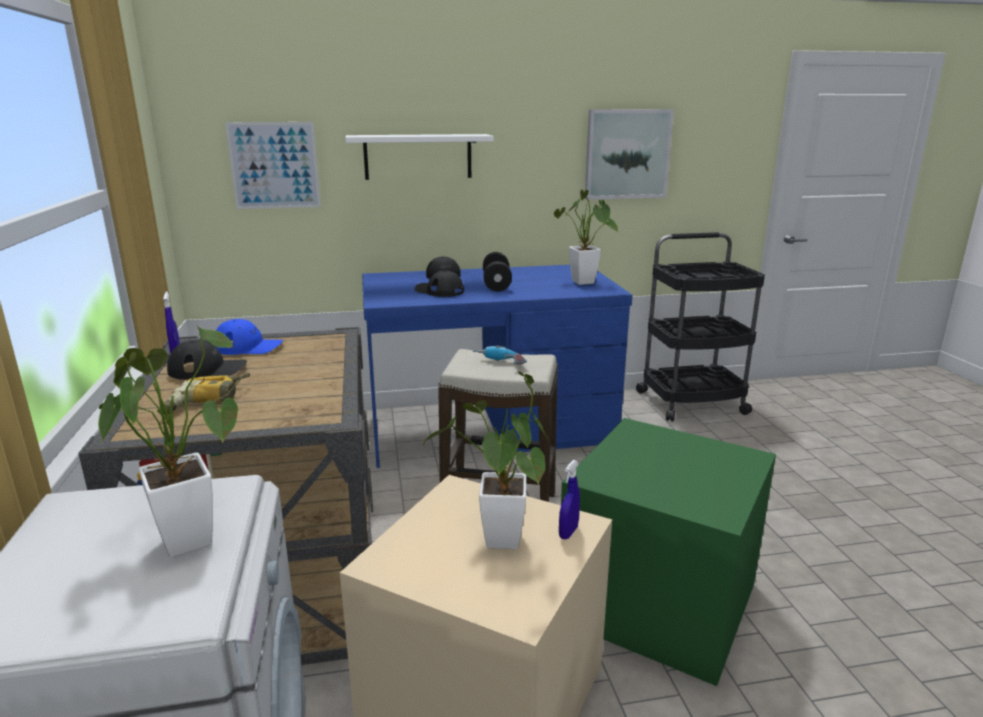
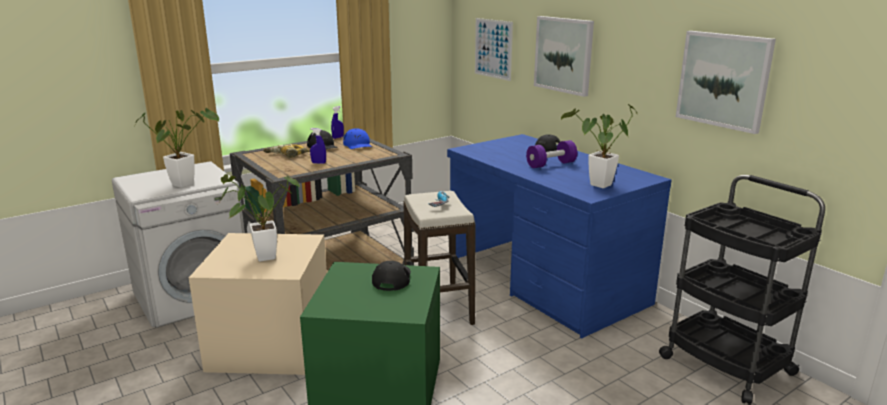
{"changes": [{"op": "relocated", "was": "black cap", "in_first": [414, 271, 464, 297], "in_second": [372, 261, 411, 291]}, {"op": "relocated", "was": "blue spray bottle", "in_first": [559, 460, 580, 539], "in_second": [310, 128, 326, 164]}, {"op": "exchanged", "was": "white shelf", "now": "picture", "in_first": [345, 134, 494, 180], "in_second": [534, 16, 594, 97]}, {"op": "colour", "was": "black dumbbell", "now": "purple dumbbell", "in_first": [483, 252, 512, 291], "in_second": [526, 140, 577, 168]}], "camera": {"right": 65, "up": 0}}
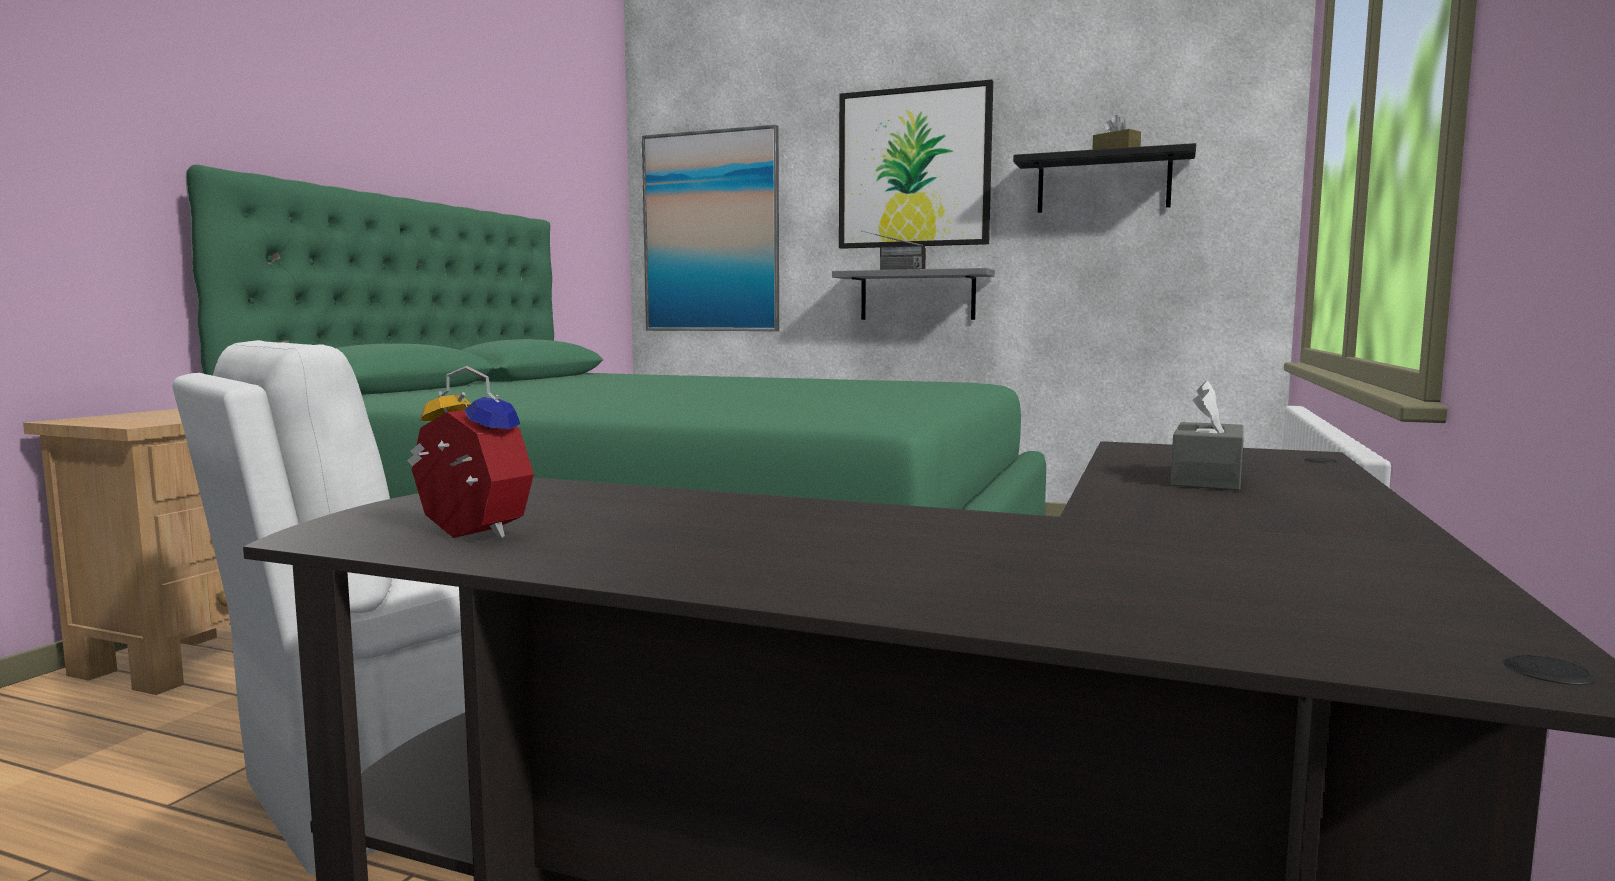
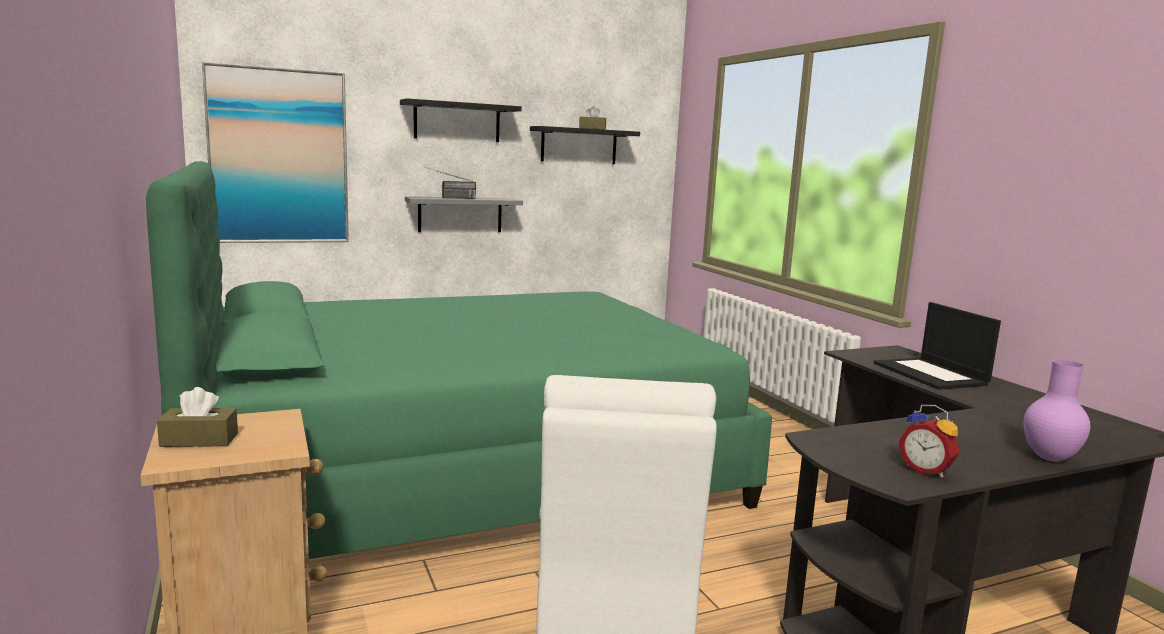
{"changes": [{"op": "appeared", "now": "brown tissue box", "in_second": [157, 387, 238, 447]}, {"op": "appeared", "now": "purple vase", "in_second": [1023, 360, 1091, 462]}, {"op": "exchanged", "was": "picture", "now": "black shelf", "in_first": [839, 79, 993, 249], "in_second": [400, 98, 522, 142]}, {"op": "exchanged", "was": "grey tissue box", "now": "laptop", "in_first": [1170, 380, 1244, 490], "in_second": [874, 302, 1001, 390]}, {"op": "spun", "was": "alarm clock", "in_first": [407, 366, 534, 539], "in_second": [898, 405, 960, 478], "clockwise": -120}], "camera": {"right": -45, "up": 5}}
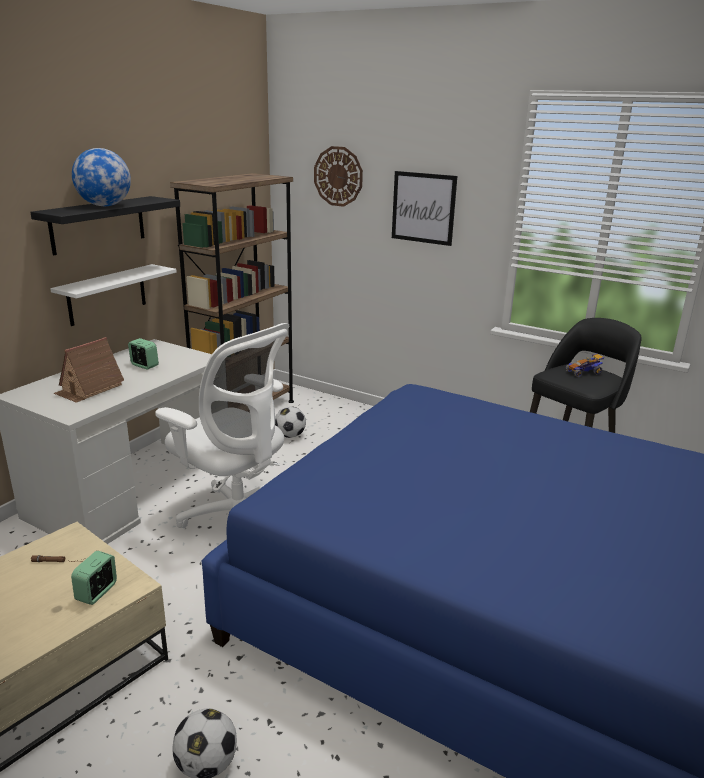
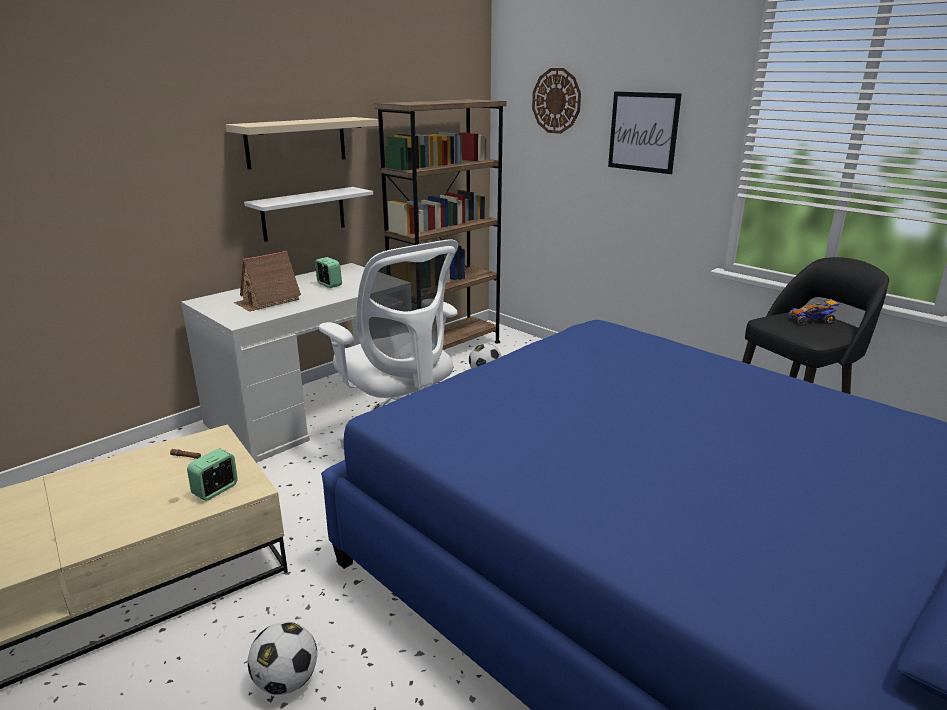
{"changes": [{"op": "missing", "was": "globe", "in_first": [72, 148, 131, 206]}, {"op": "colour", "was": "black shelf", "now": "beige shelf", "in_first": [30, 196, 180, 255], "in_second": [226, 117, 379, 170]}], "camera": {"right": 15, "up": 0}}
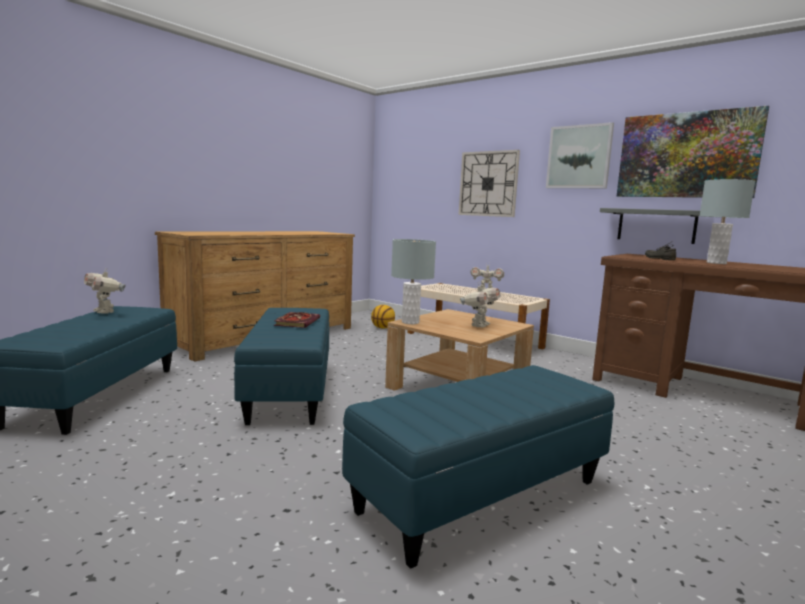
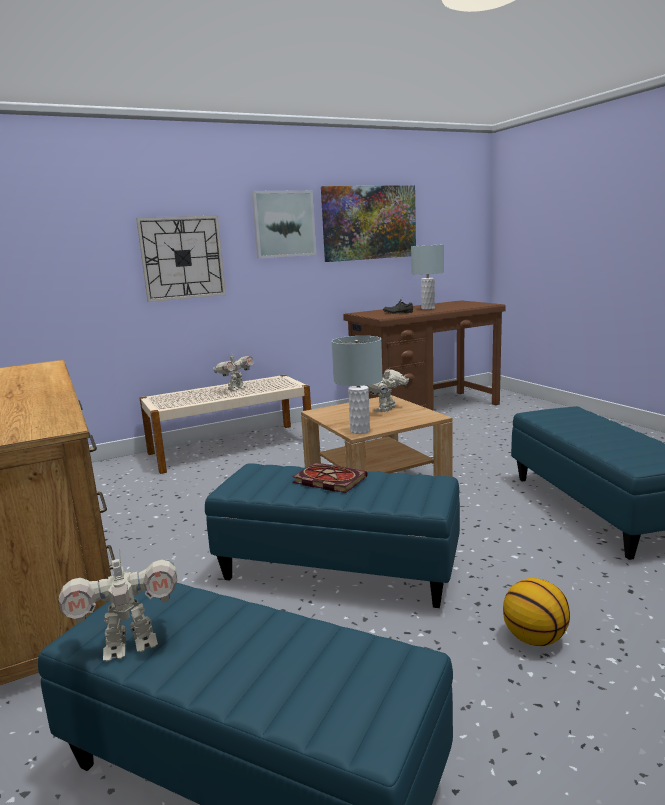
{"changes": [{"op": "missing", "was": "grey shelf", "in_first": [600, 208, 700, 244]}, {"op": "relocated", "was": "basketball", "in_first": [371, 305, 395, 329], "in_second": [503, 578, 570, 646]}, {"op": "spun", "was": "toy robot", "in_first": [460, 283, 500, 327], "in_second": [364, 367, 409, 412], "clockwise": -105}], "camera": {"right": -65, "up": 5}}
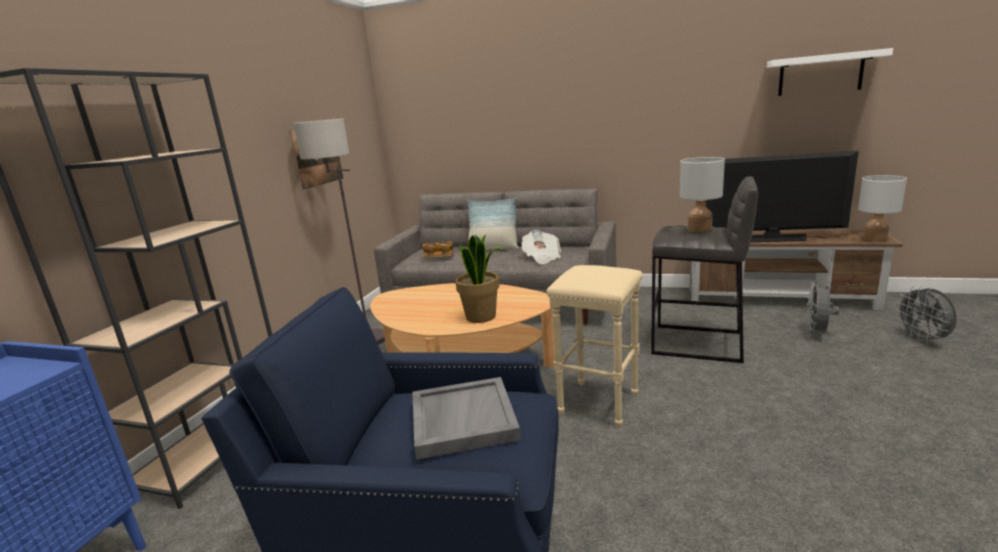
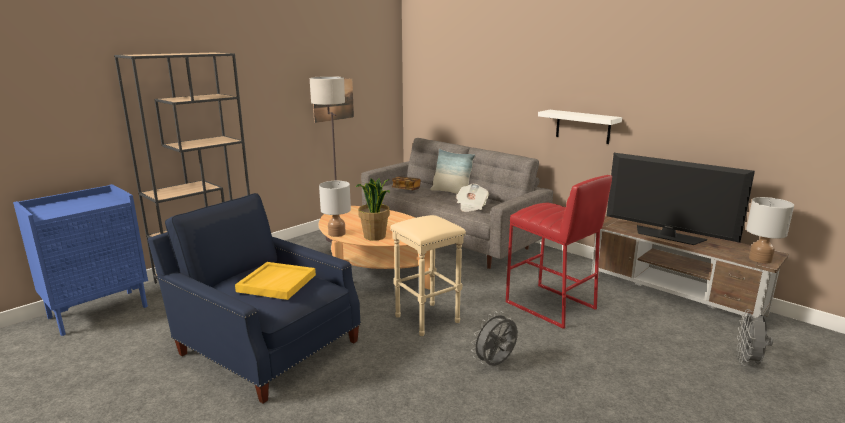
{"changes": [{"op": "relocated", "was": "grey table lamp", "in_first": [680, 157, 725, 232], "in_second": [319, 181, 351, 237]}, {"op": "relocated", "was": "white shelf", "in_first": [767, 48, 893, 96], "in_second": [538, 110, 622, 144]}, {"op": "relocated", "was": "grey fan", "in_first": [806, 282, 839, 336], "in_second": [471, 311, 518, 366]}, {"op": "colour", "was": "grey tray", "now": "yellow tray", "in_first": [412, 377, 521, 460], "in_second": [235, 262, 316, 300]}, {"op": "colour", "was": "grey stool", "now": "red stool", "in_first": [651, 176, 758, 363], "in_second": [506, 175, 612, 329]}], "camera": {"right": 25, "up": 0}}
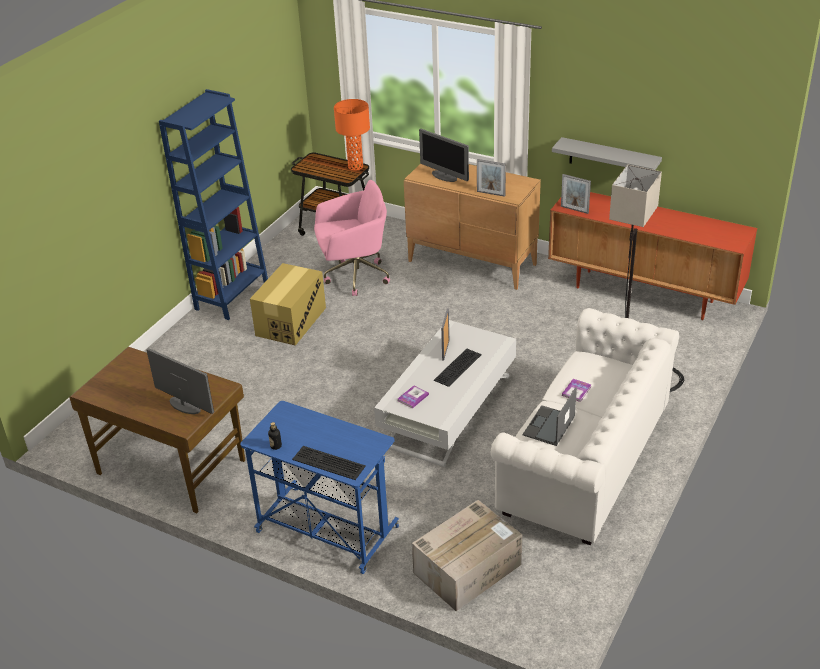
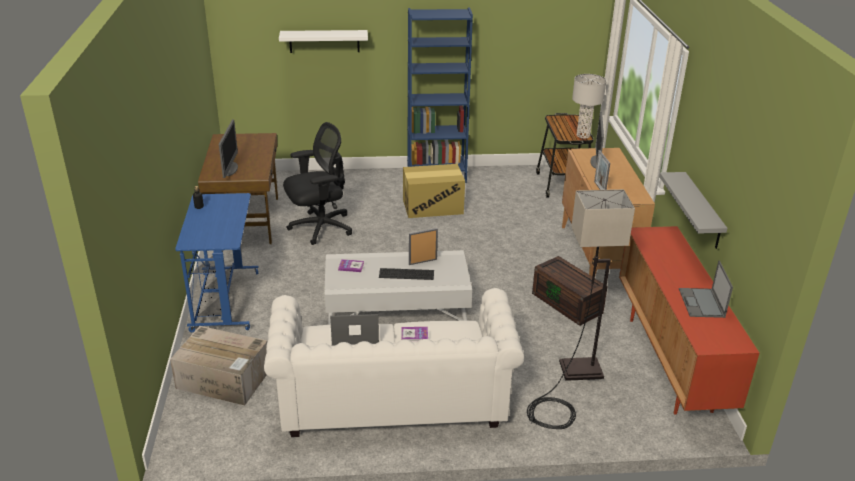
{"changes": [{"op": "missing", "was": "keyboard", "in_first": [292, 446, 366, 480]}, {"op": "missing", "was": "pink office chair", "in_first": [314, 180, 390, 296]}, {"op": "missing", "was": "picture frame", "in_first": [561, 174, 591, 214]}, {"op": "appeared", "now": "white shelf", "in_second": [279, 30, 368, 53]}, {"op": "appeared", "now": "black office chair", "in_second": [283, 122, 352, 245]}, {"op": "appeared", "now": "brown storage box", "in_second": [532, 256, 608, 326]}, {"op": "appeared", "now": "laptop", "in_second": [679, 260, 733, 318]}, {"op": "colour", "was": "orange table lamp", "now": "white table lamp", "in_first": [334, 99, 370, 171], "in_second": [572, 74, 606, 138]}], "camera": {"right": 55, "up": -5}}
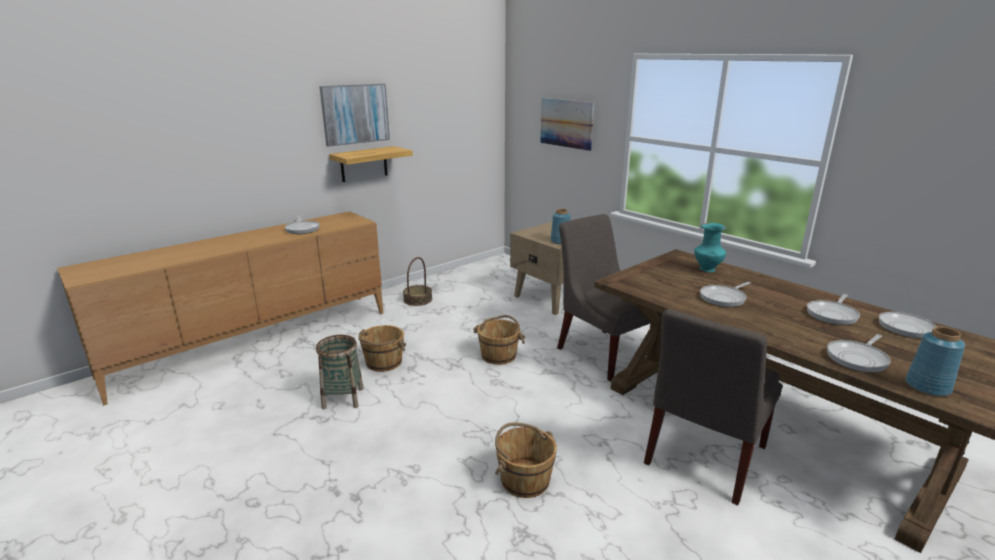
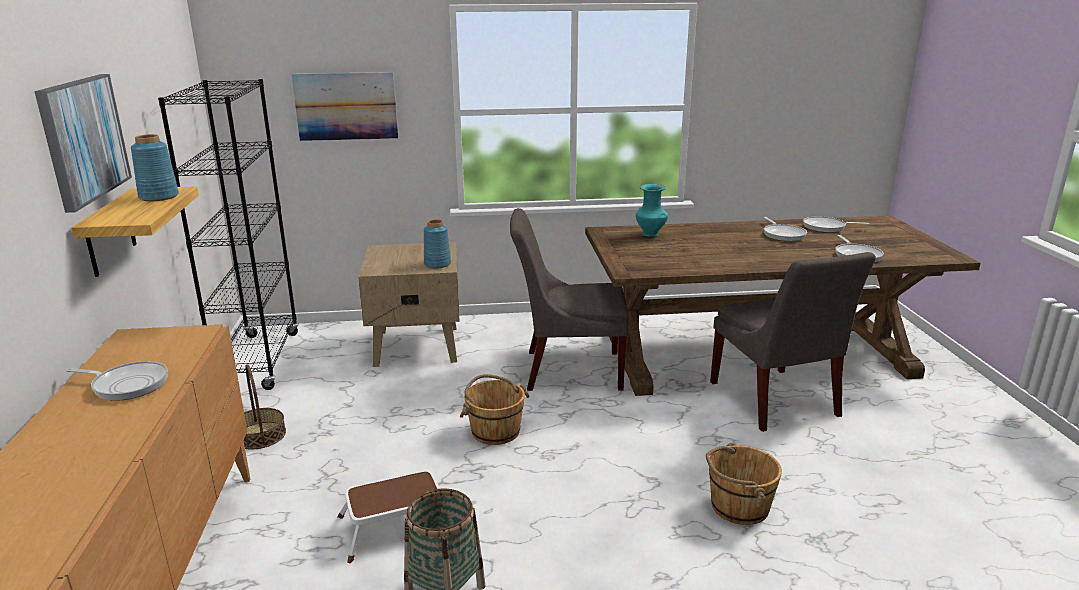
{"changes": [{"op": "missing", "was": "frying pan", "in_first": [700, 282, 751, 307]}, {"op": "appeared", "now": "black bookcase", "in_second": [158, 79, 299, 390]}, {"op": "relocated", "was": "blue vase", "in_first": [905, 326, 965, 396], "in_second": [131, 134, 179, 201]}, {"op": "exchanged", "was": "brown bucket", "now": "brown step ladder", "in_first": [358, 325, 406, 372], "in_second": [338, 470, 440, 563]}], "camera": {"right": -55, "up": 0}}
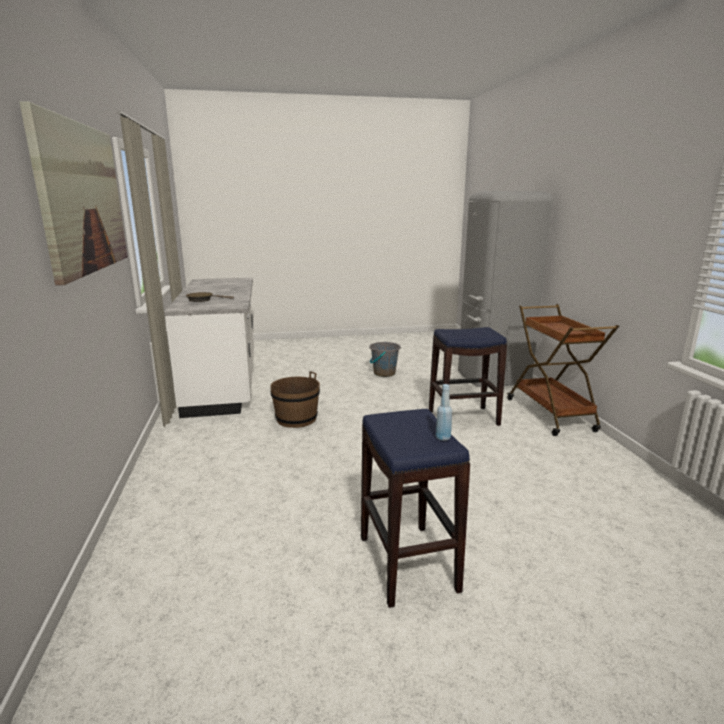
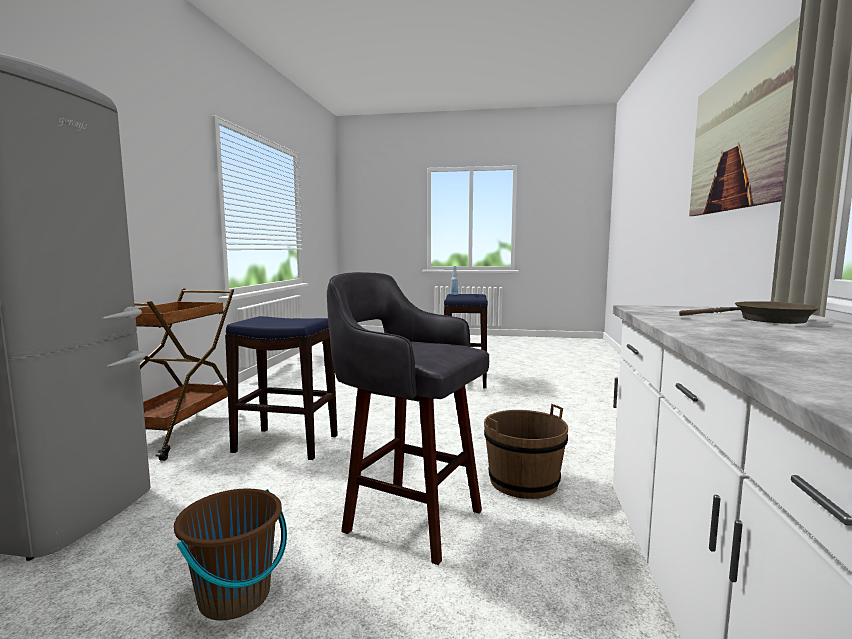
{"changes": [{"op": "appeared", "now": "grey stool", "in_second": [327, 272, 489, 565]}, {"op": "colour", "was": "grey bucket", "now": "brown bucket", "in_first": [369, 342, 401, 377], "in_second": [174, 489, 287, 620]}], "camera": {"right": -160, "up": -10}}
